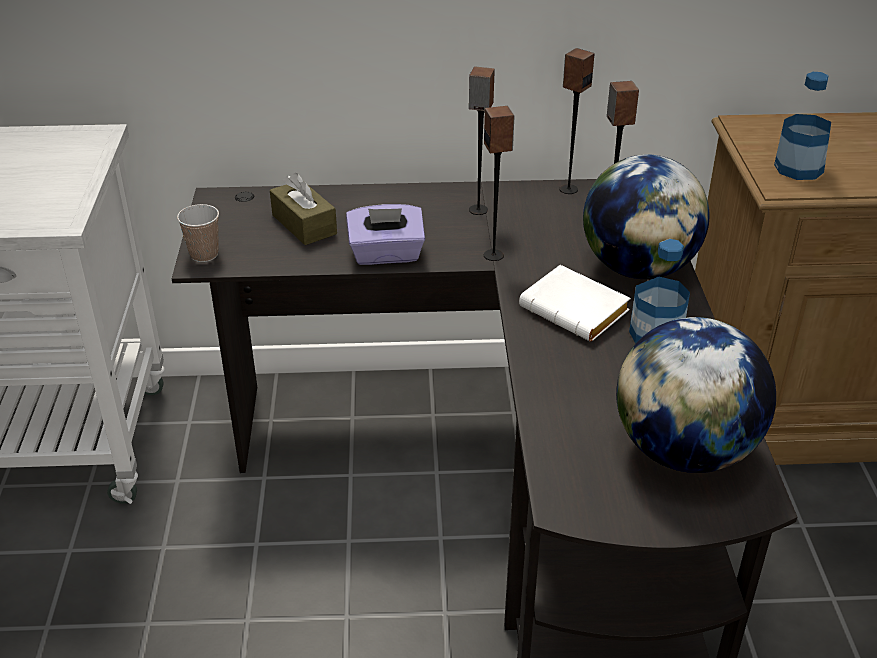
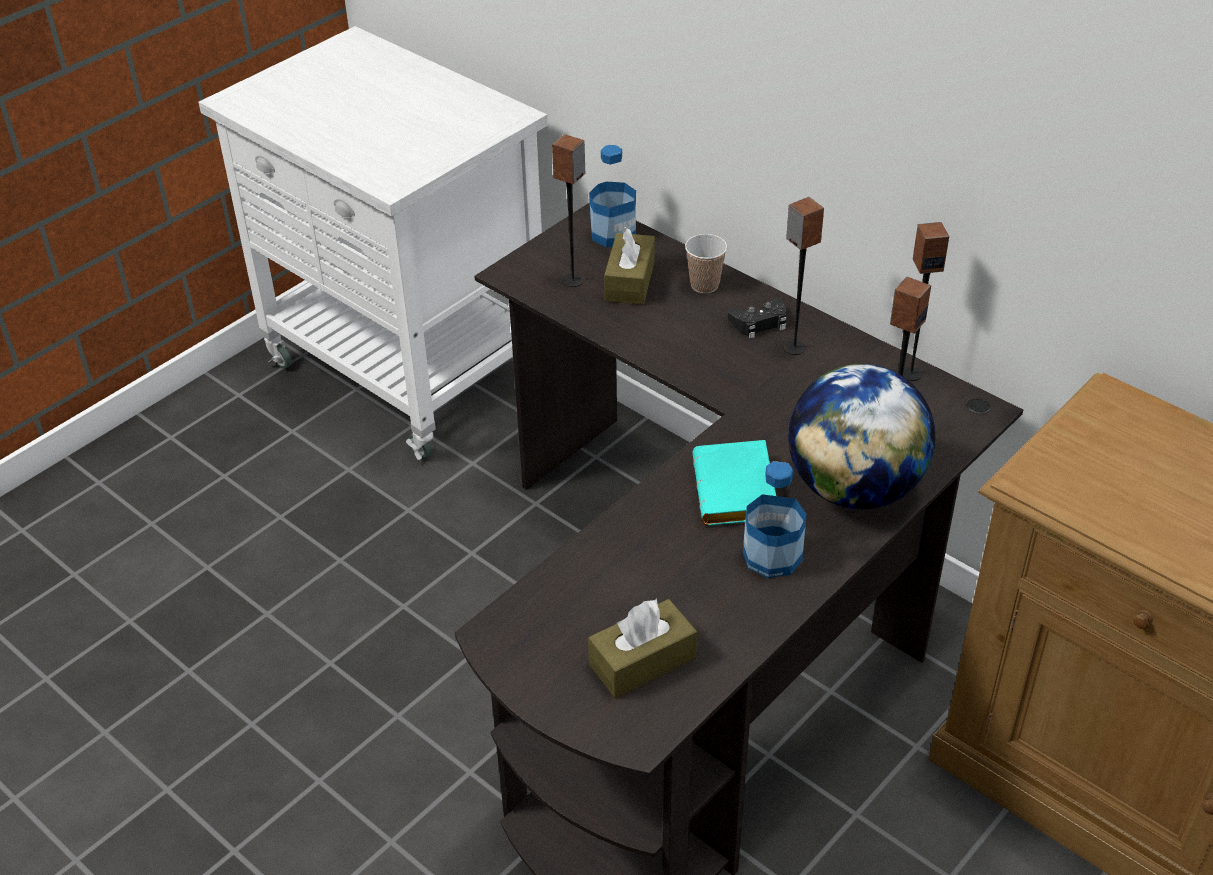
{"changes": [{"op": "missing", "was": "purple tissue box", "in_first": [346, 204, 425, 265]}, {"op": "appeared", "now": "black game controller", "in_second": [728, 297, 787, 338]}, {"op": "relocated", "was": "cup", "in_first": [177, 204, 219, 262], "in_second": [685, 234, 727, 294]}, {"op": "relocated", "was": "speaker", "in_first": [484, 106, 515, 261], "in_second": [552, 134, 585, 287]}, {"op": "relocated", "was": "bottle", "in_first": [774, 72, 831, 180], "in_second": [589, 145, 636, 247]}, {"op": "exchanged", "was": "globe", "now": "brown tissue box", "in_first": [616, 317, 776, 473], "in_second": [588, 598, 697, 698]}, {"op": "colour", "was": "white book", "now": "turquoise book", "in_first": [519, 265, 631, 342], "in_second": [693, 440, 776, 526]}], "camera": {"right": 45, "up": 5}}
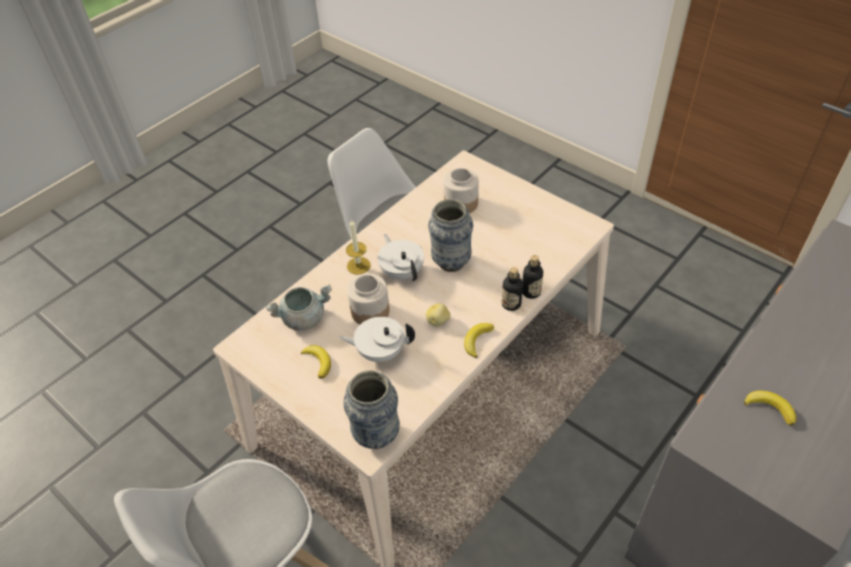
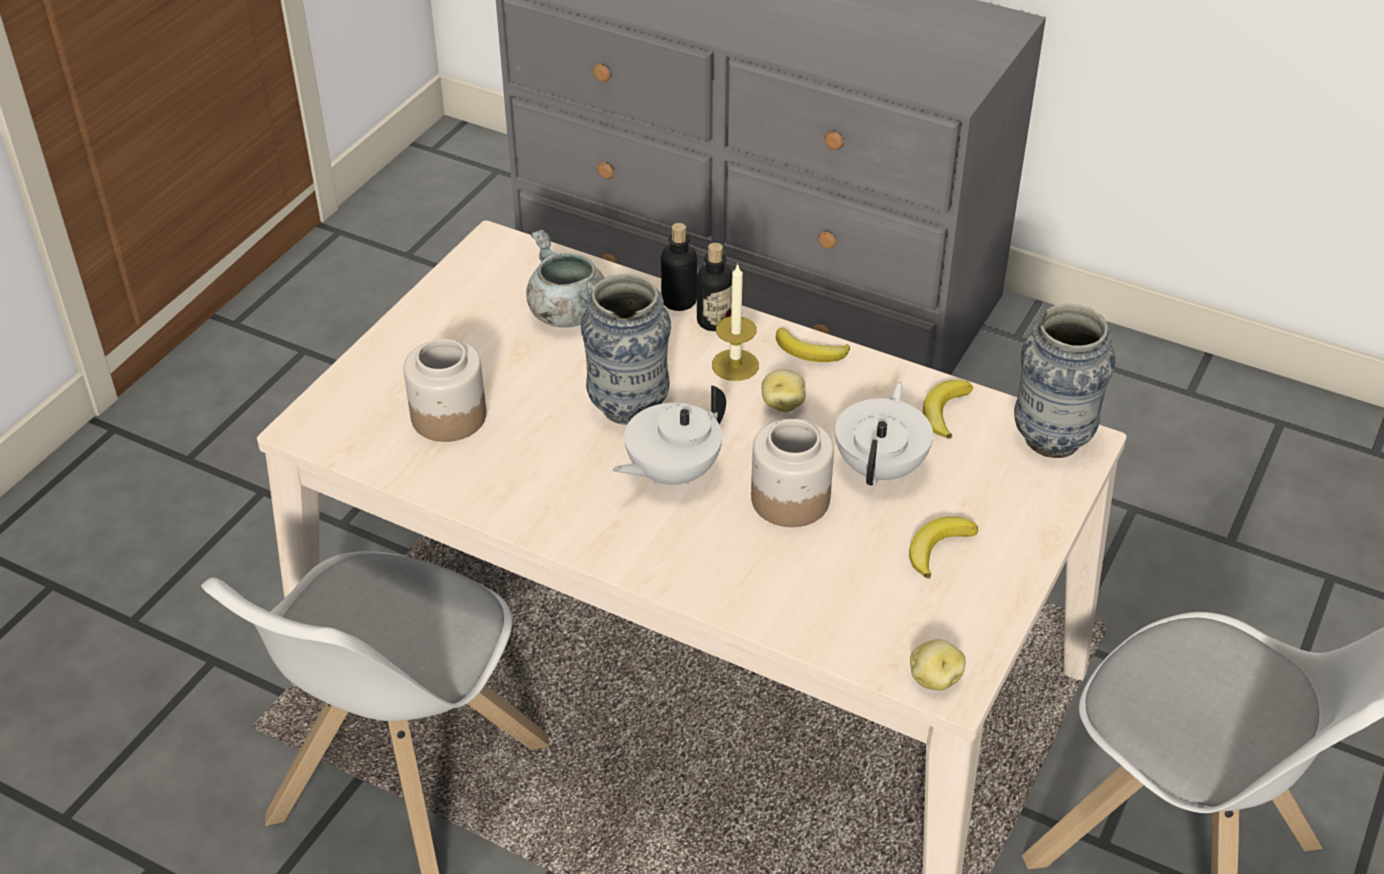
{"changes": [{"op": "appeared", "now": "potato", "in_second": [910, 639, 965, 691]}, {"op": "relocated", "was": "grey cooking pot", "in_first": [266, 284, 332, 331], "in_second": [526, 230, 604, 327]}, {"op": "relocated", "was": "candle", "in_first": [346, 219, 371, 275], "in_second": [712, 263, 759, 381]}, {"op": "relocated", "was": "banana", "in_first": [744, 390, 796, 426], "in_second": [923, 380, 973, 439]}, {"op": "spun", "was": "white teapot", "in_first": [339, 317, 415, 362], "in_second": [835, 382, 933, 486], "clockwise": -150}], "camera": {"right": -105, "up": -5}}
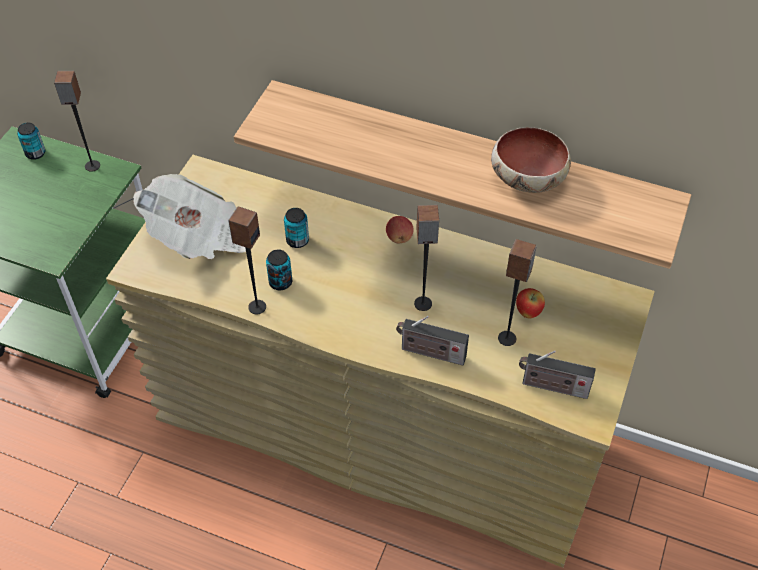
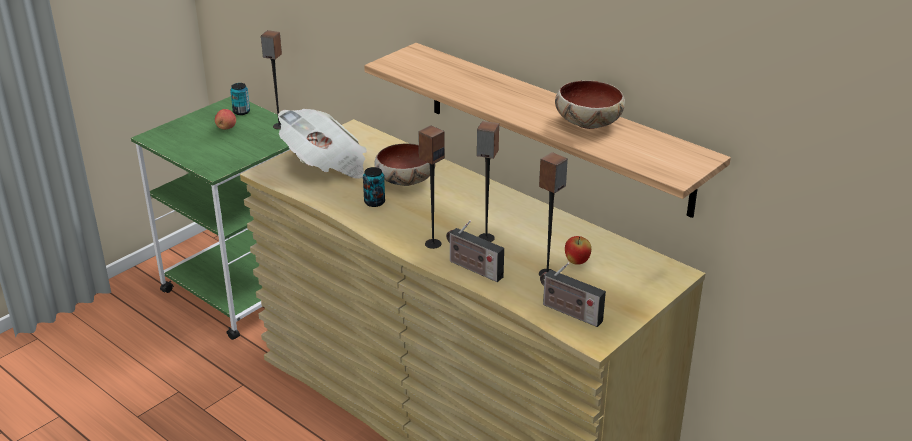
{"changes": [{"op": "relocated", "was": "speaker", "in_first": [228, 206, 266, 314], "in_second": [418, 125, 445, 249]}, {"op": "relocated", "was": "apple", "in_first": [386, 216, 414, 243], "in_second": [215, 109, 236, 130]}, {"op": "exchanged", "was": "can", "now": "bowl", "in_first": [284, 208, 309, 248], "in_second": [374, 143, 436, 186]}], "camera": {"right": 20, "up": -20}}
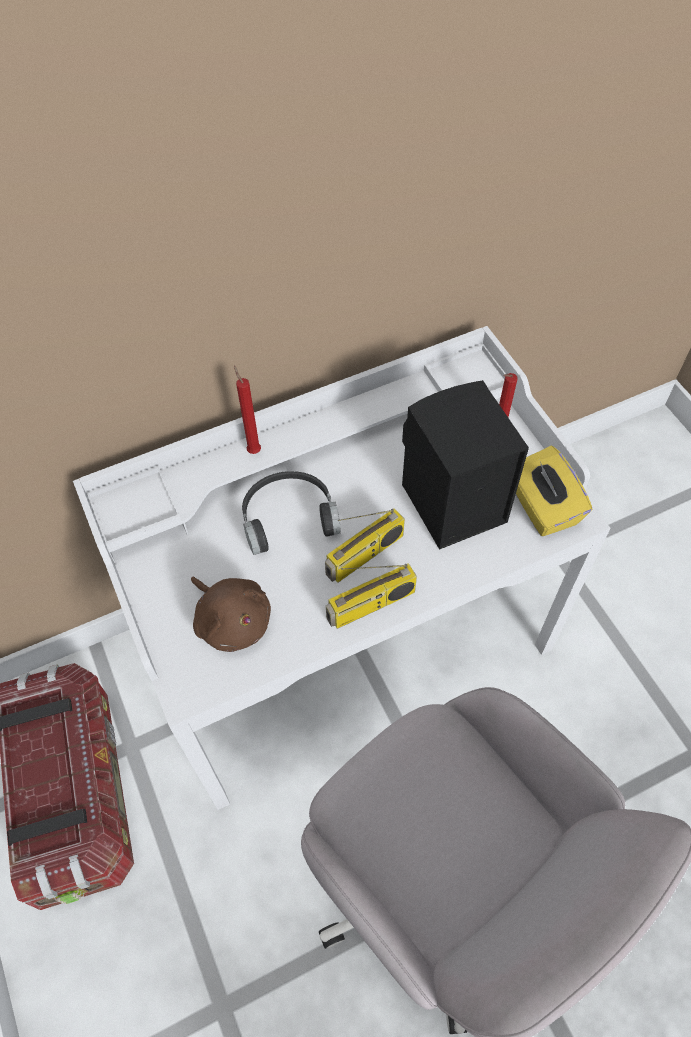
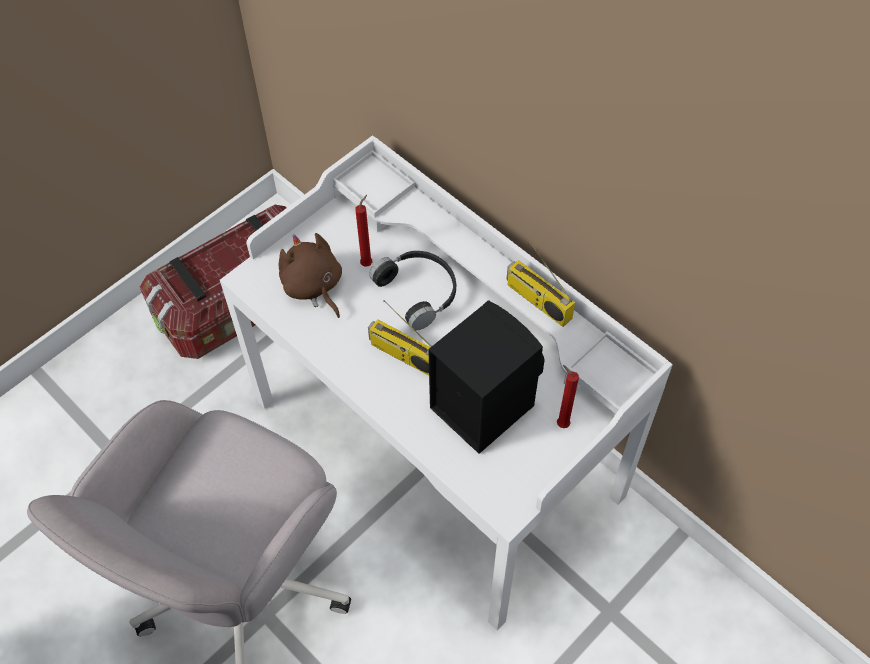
{"changes": [{"op": "missing", "was": "yellow tissue box", "in_first": [516, 446, 592, 536]}, {"op": "relocated", "was": "red candle", "in_first": [234, 366, 261, 454], "in_second": [355, 195, 372, 266]}, {"op": "relocated", "was": "radio", "in_first": [326, 563, 417, 629], "in_second": [506, 240, 575, 327]}, {"op": "spun", "was": "brown plush toy", "in_first": [191, 577, 271, 652], "in_second": [279, 233, 342, 318], "clockwise": 120}], "camera": {"right": 70, "up": 0}}
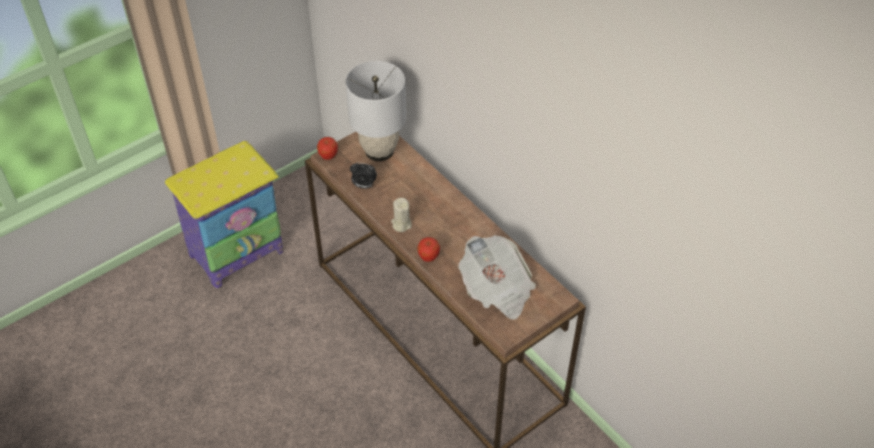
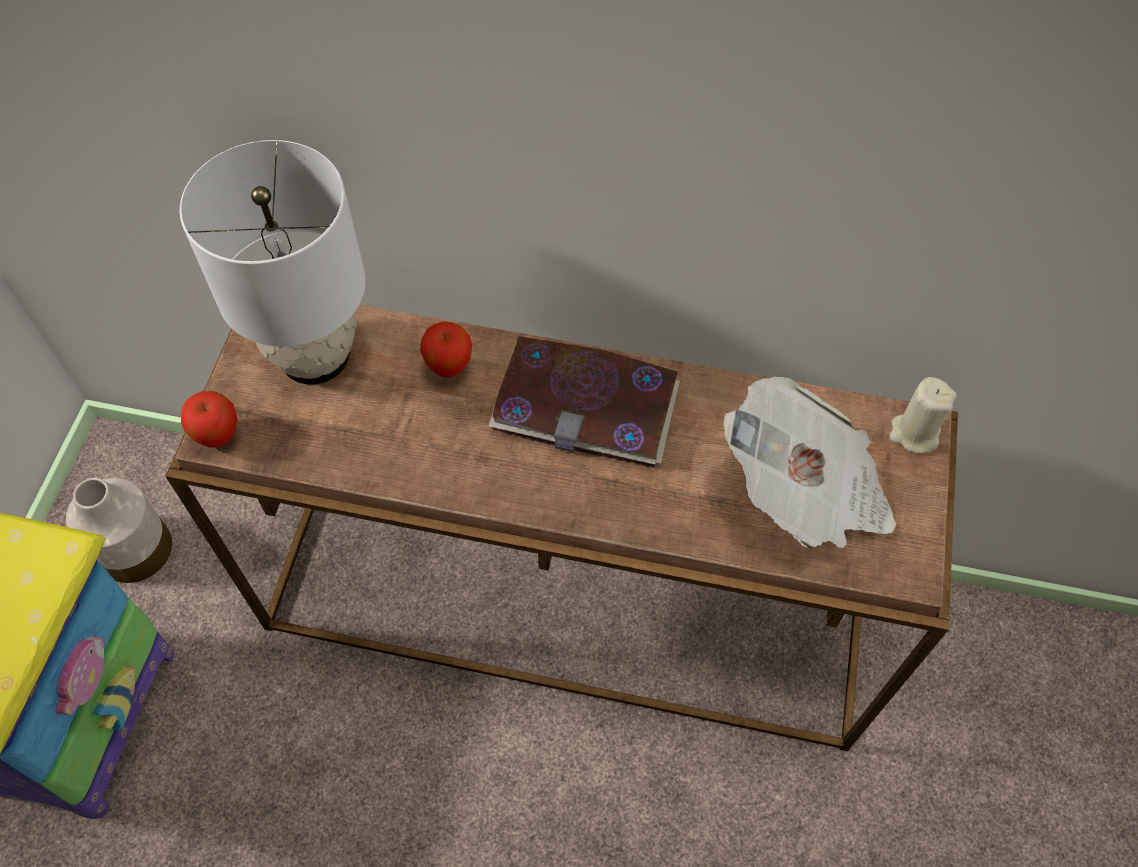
{"changes": [{"op": "missing", "was": "alarm clock", "in_first": [350, 162, 377, 189]}, {"op": "appeared", "now": "beige vase", "in_second": [66, 478, 172, 583]}, {"op": "appeared", "now": "book", "in_second": [488, 337, 680, 467]}, {"op": "relocated", "was": "beige candle", "in_first": [391, 198, 412, 232], "in_second": [889, 377, 956, 454]}, {"op": "relocated", "was": "apple", "in_first": [417, 237, 440, 262], "in_second": [420, 321, 472, 378]}], "camera": {"right": -40, "up": 10}}
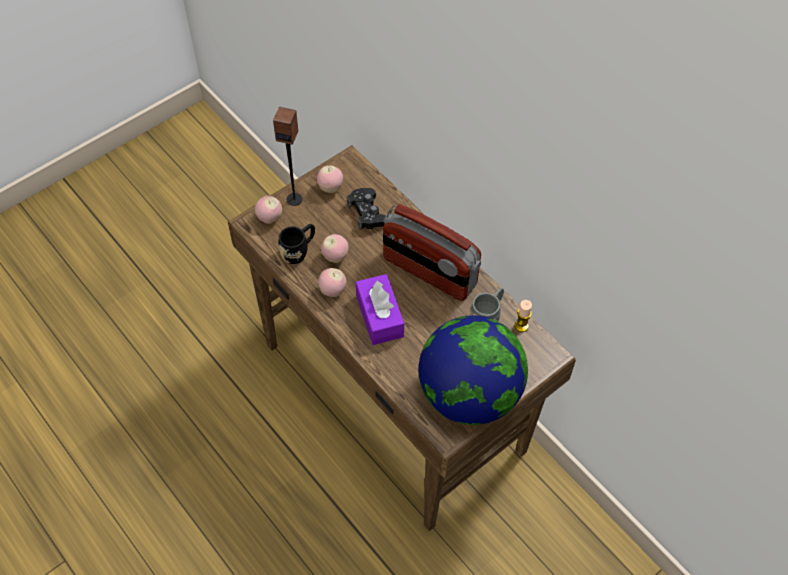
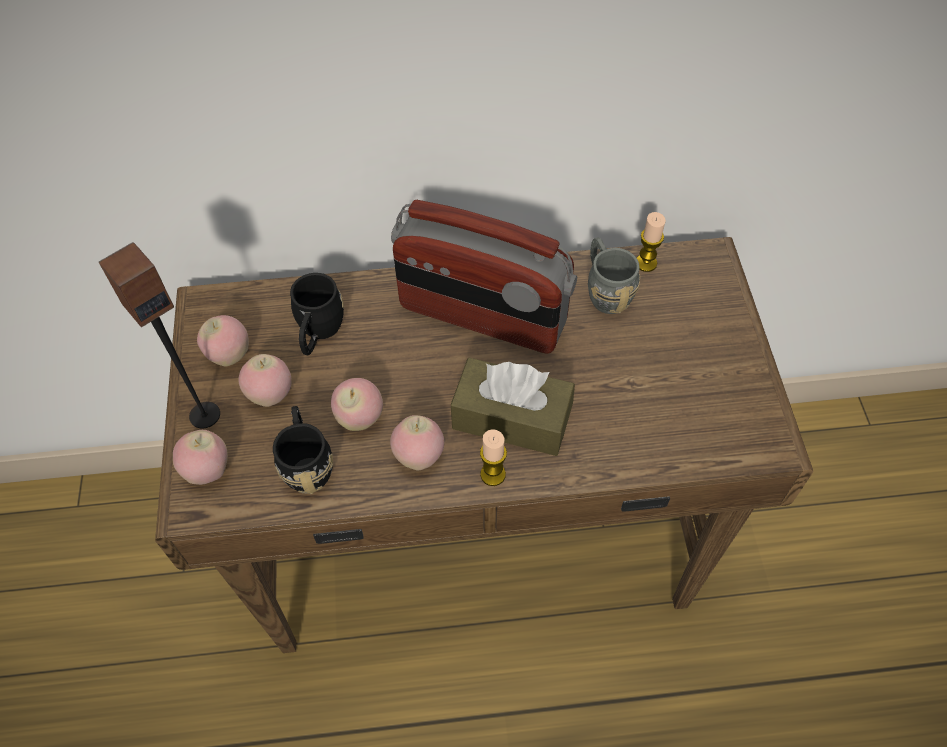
{"changes": [{"op": "missing", "was": "globe", "in_first": [418, 315, 528, 425]}, {"op": "appeared", "now": "apple", "in_second": [239, 354, 292, 407]}, {"op": "appeared", "now": "candle", "in_second": [480, 429, 507, 486]}, {"op": "exchanged", "was": "black game controller", "now": "black mug", "in_first": [347, 188, 386, 230], "in_second": [290, 273, 344, 355]}, {"op": "colour", "was": "purple tissue box", "now": "brown tissue box", "in_first": [356, 274, 404, 345], "in_second": [451, 358, 575, 456]}, {"op": "spun", "was": "radio", "in_first": [383, 204, 481, 301], "in_second": [391, 200, 577, 354], "clockwise": 45}], "camera": {"right": -55, "up": 0}}
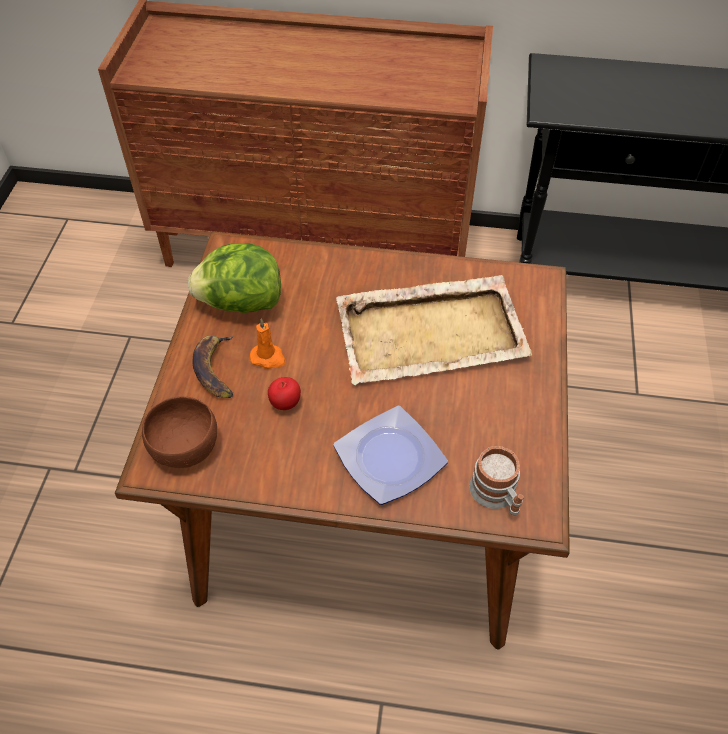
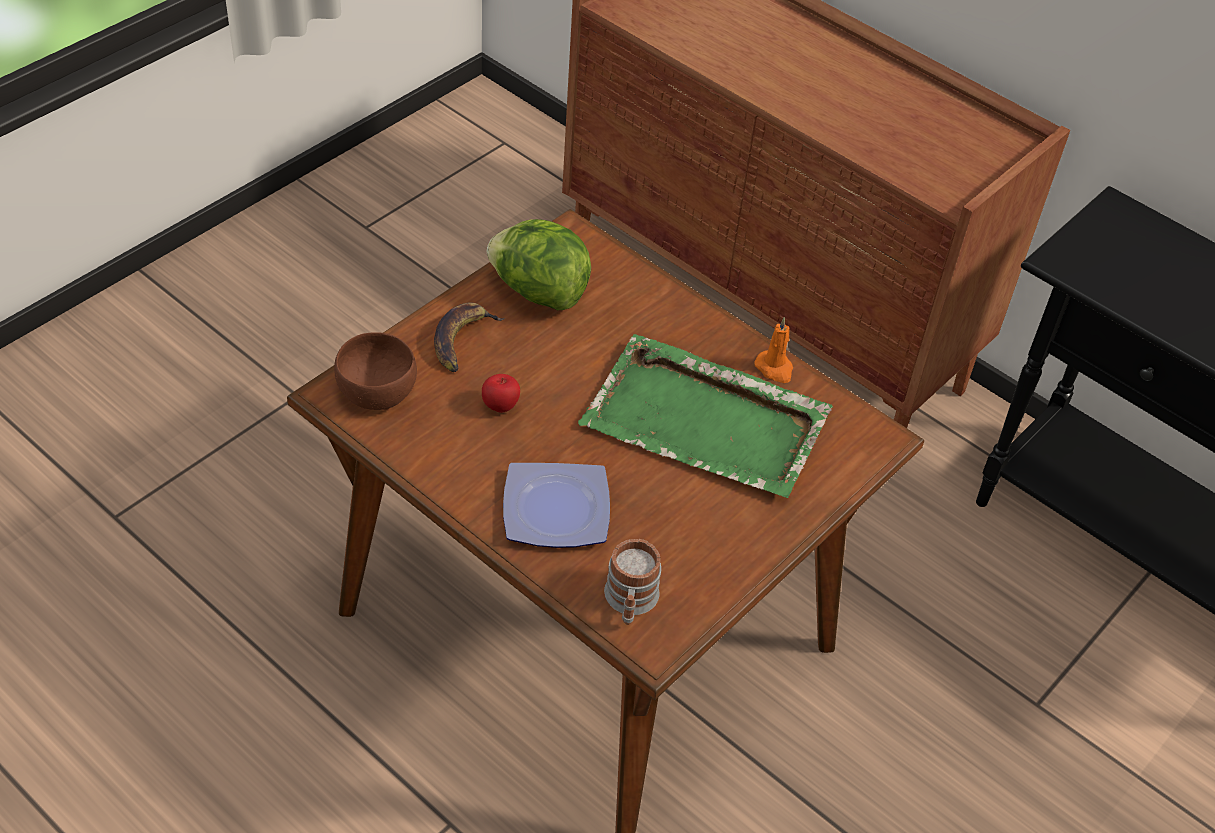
{"changes": [{"op": "relocated", "was": "orange candle", "in_first": [250, 318, 286, 369], "in_second": [754, 317, 793, 383]}, {"op": "colour", "was": "beige tray", "now": "green tray", "in_first": [336, 275, 532, 385], "in_second": [578, 334, 833, 498]}], "camera": {"right": 30, "up": -5}}
